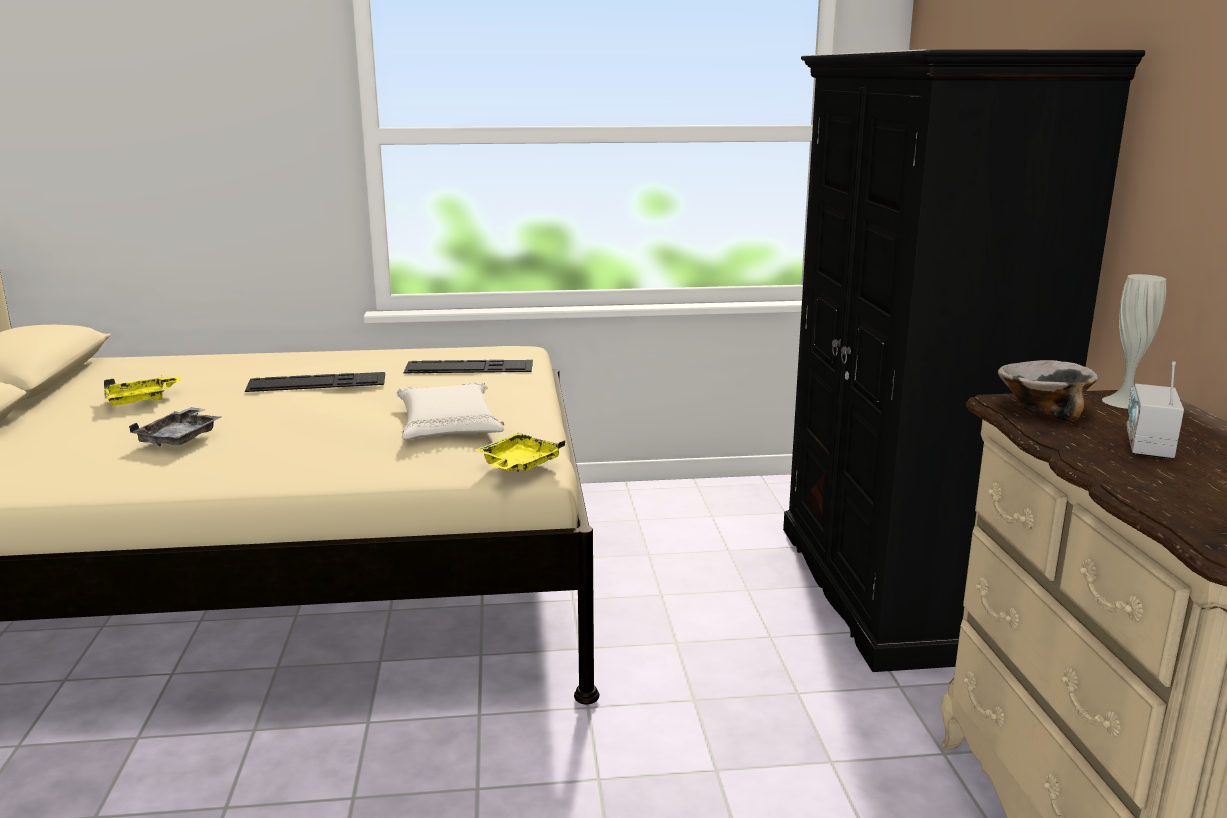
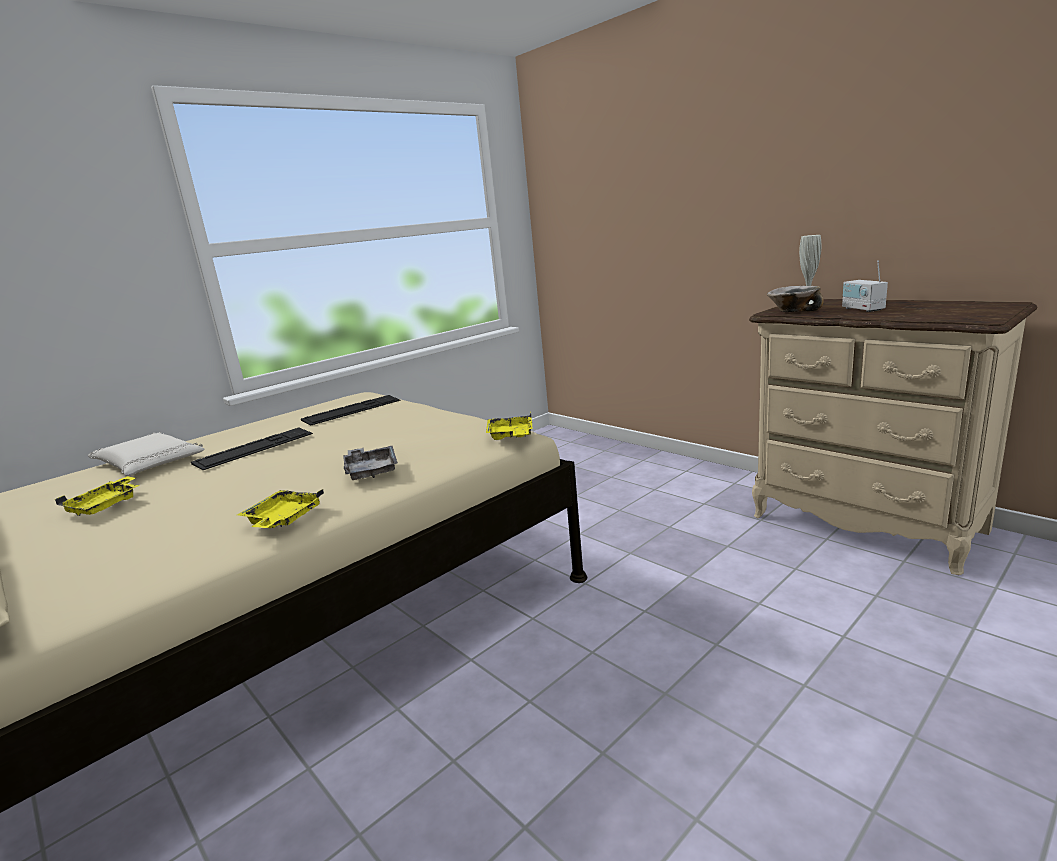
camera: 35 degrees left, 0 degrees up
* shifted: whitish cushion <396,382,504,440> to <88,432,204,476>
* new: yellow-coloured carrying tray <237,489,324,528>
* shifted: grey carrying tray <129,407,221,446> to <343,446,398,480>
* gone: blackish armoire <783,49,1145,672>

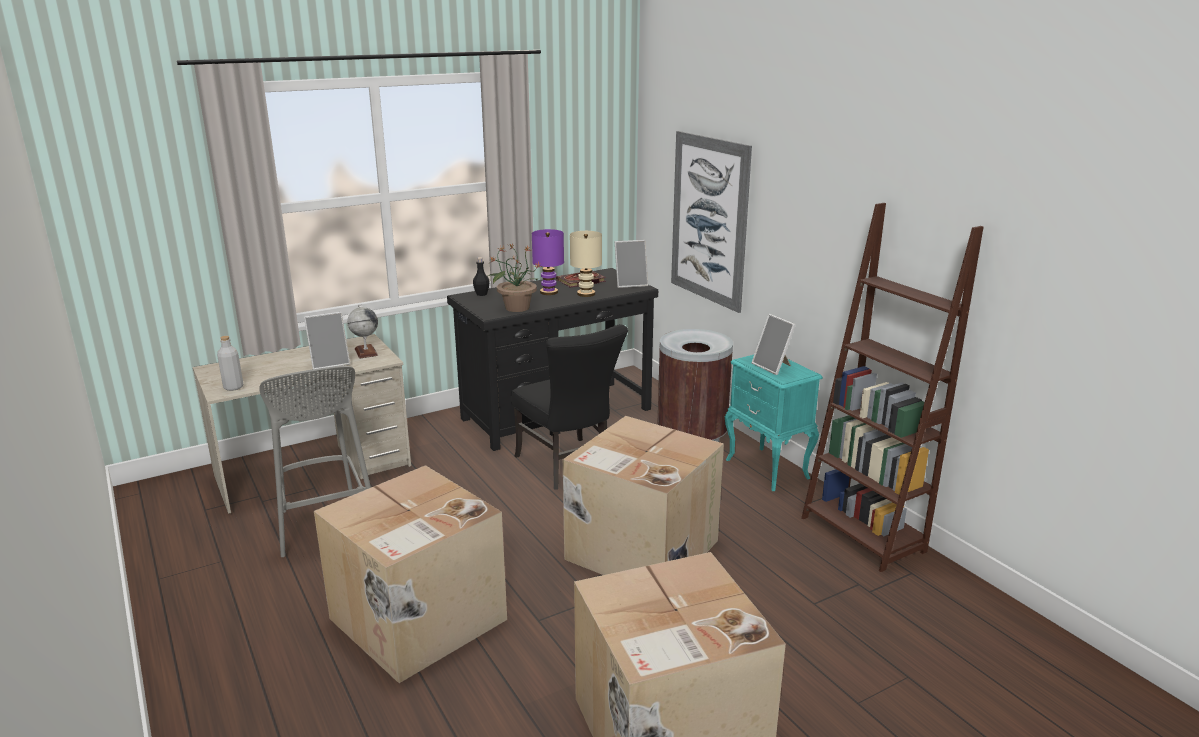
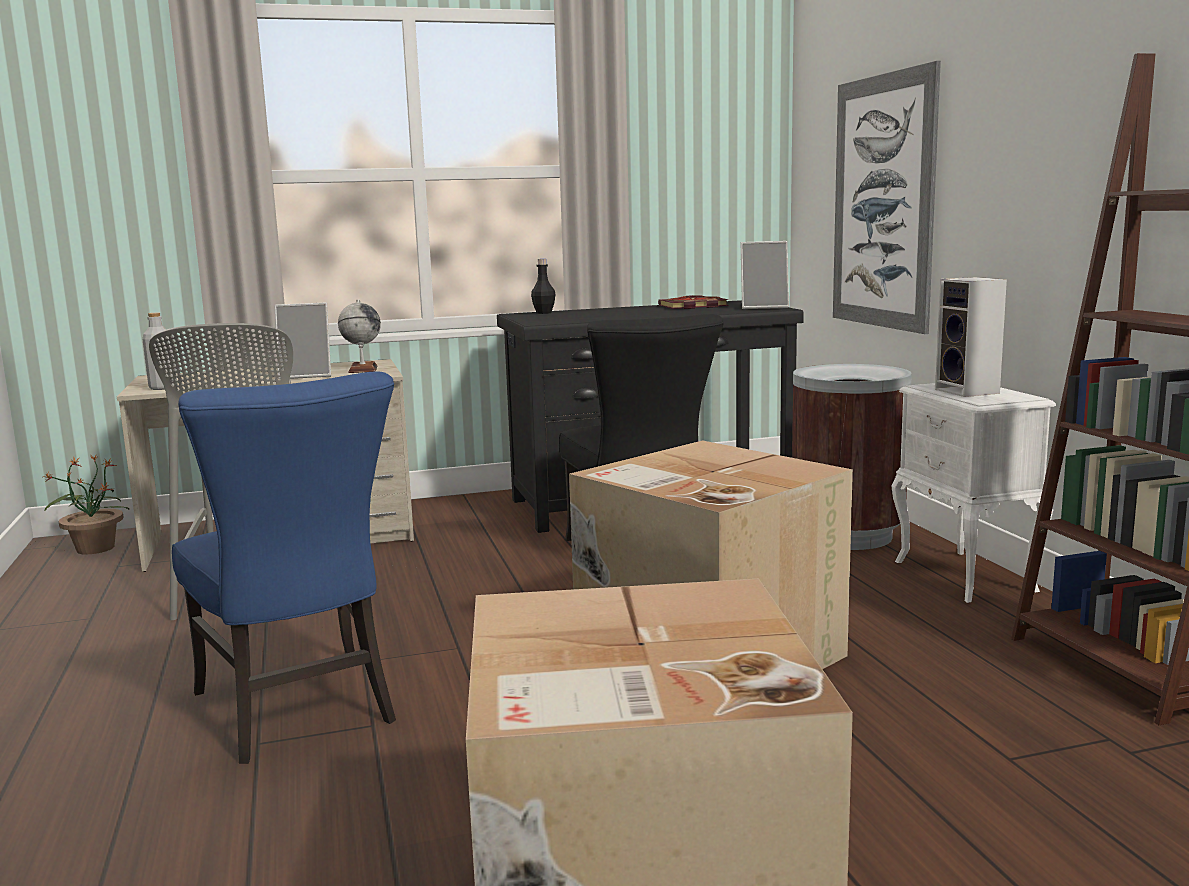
camera: 15 degrees right, 10 degrees down
* shifted: plant in a pot <488,243,542,312> to <44,455,130,554>
* swapped: cardboard box <314,465,507,683> to blue-coloured plain chair <172,372,396,764>
* repainted: turquoise bedside table <725,355,823,492> to whitish bedside table <891,383,1056,603>
* swapped: photo frame <752,314,796,375> to speaker <935,277,1007,397>
* gone: purple lamp for a table <532,229,564,295>
* gone: sand-coloured lamp for a table <570,231,602,297>

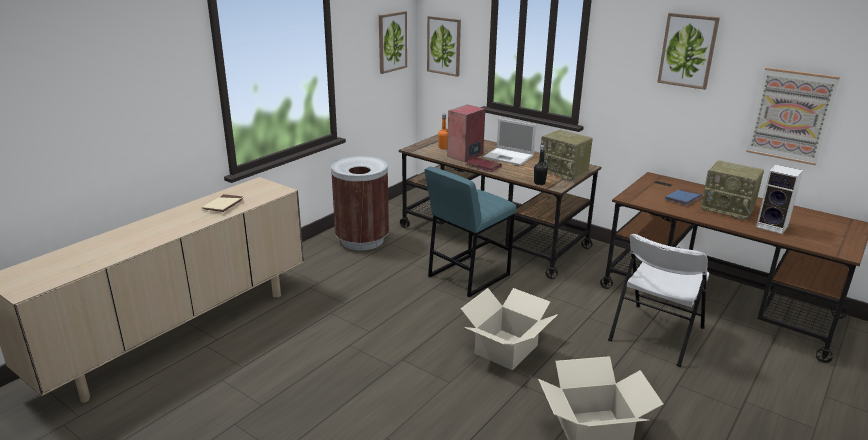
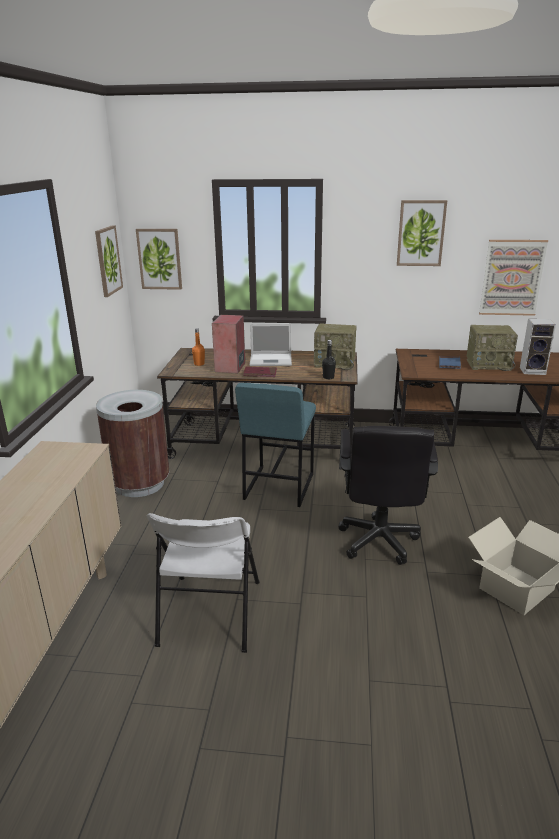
camera: 30 degrees left, 0 degrees up
* shifted: whitish plain chair <608,234,709,367> to <147,513,260,653>
* swapped: cardboard box <461,288,558,370> to blackish office chair <338,426,438,565>
* gone: sand-coloured volume <202,194,245,213>

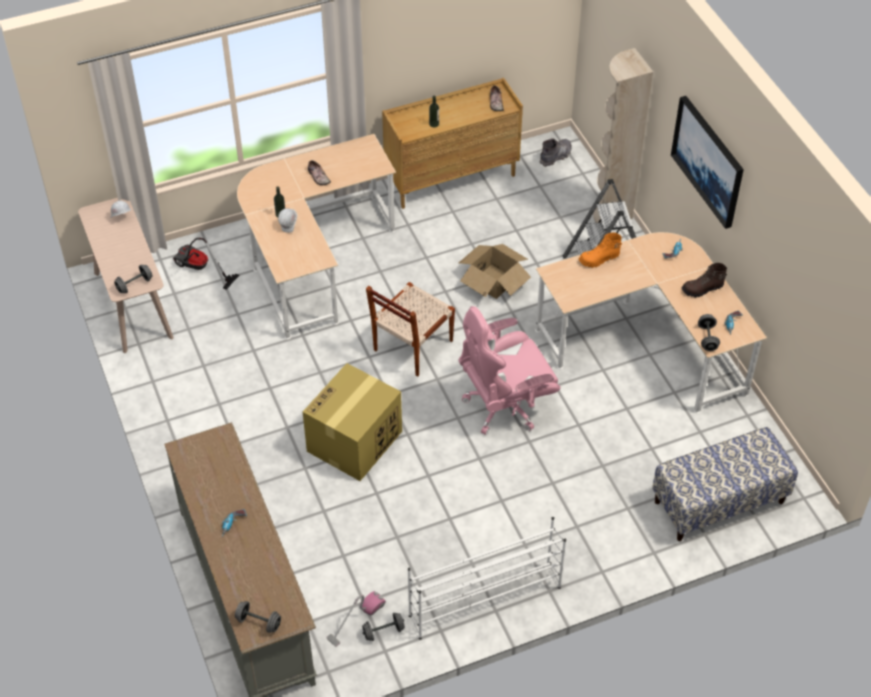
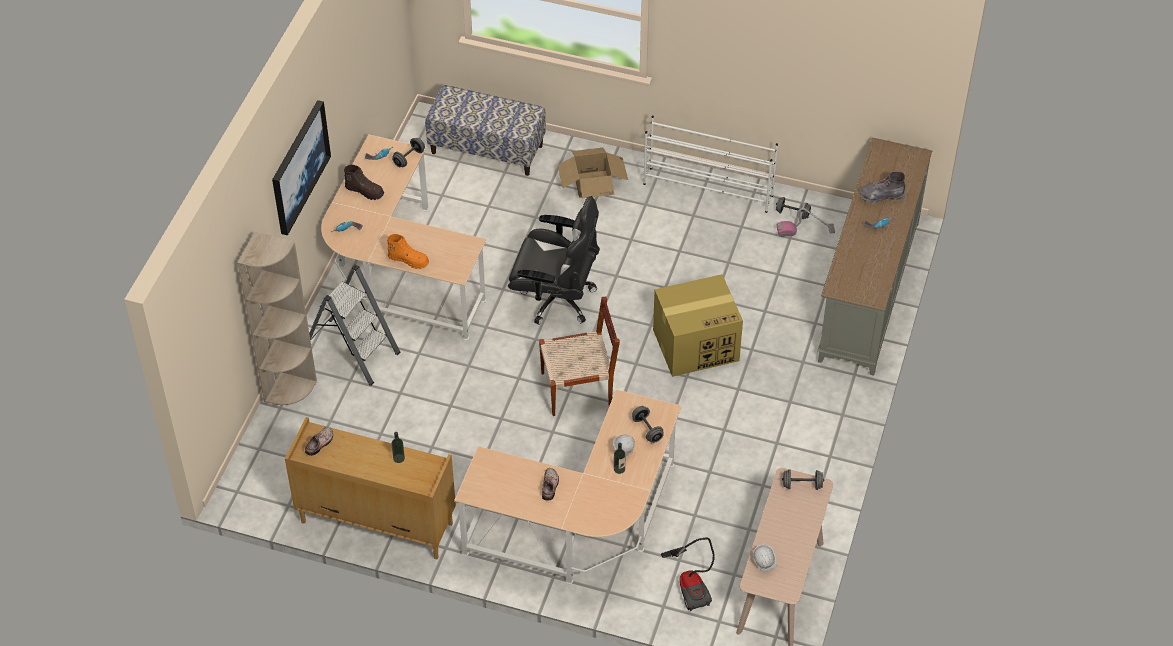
camera: 140 degrees left, 0 degrees up
* repainted: pink office chair <458,306,561,435> to blackish office chair <508,196,600,325>
* shifted: cardboard box <459,244,531,299> to <558,148,628,198>
* shifted: grey dumbbell <235,601,281,633> to <632,406,664,443>
* shifted: grey boot <540,138,572,167> to <859,172,905,204>

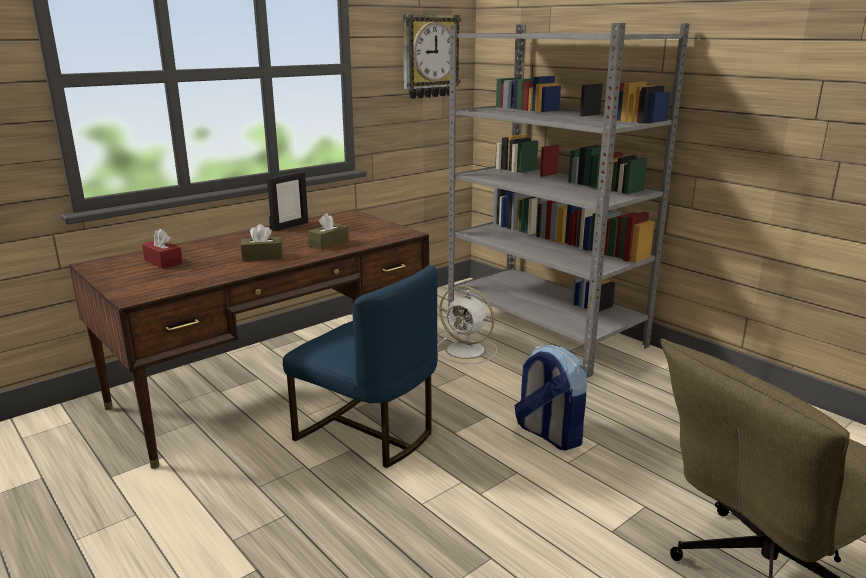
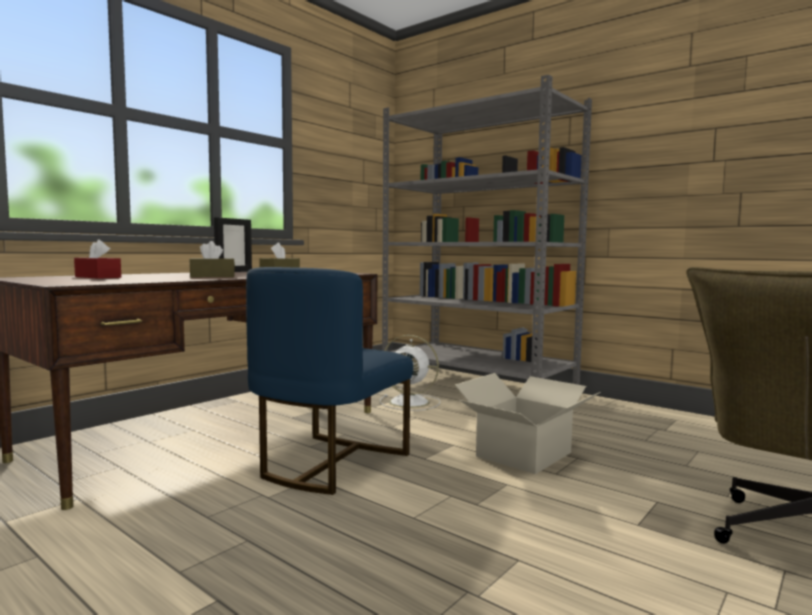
camera: 10 degrees left, 15 degrees down
* rotated: blue-coloured plain chair <283,265,438,468> = <246,267,413,495> 90 degrees clockwise
* swapped: rucksack <515,345,587,451> to cardboard box <455,373,601,474>
* gone: hanging clock <403,14,462,99>

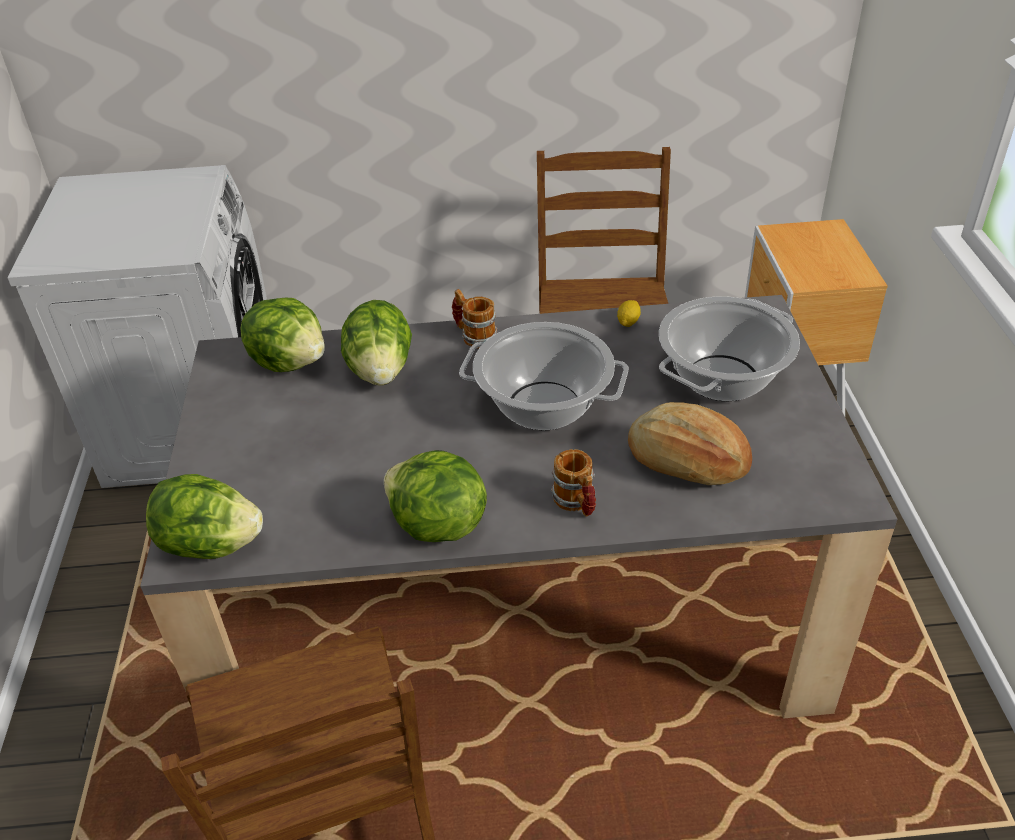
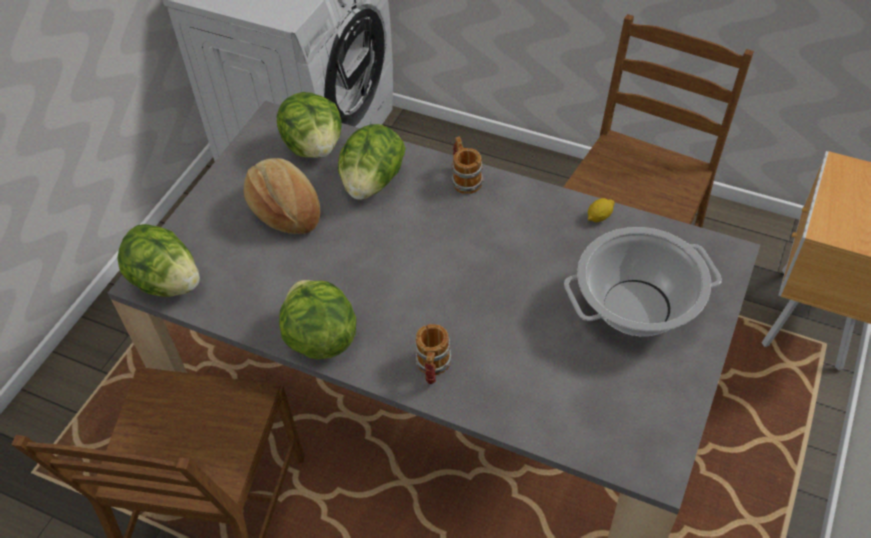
camera: 30 degrees right, 10 degrees up
* shifted: bread <628,402,752,485> to <243,158,320,234>
* gone: stockpot <459,322,628,430>

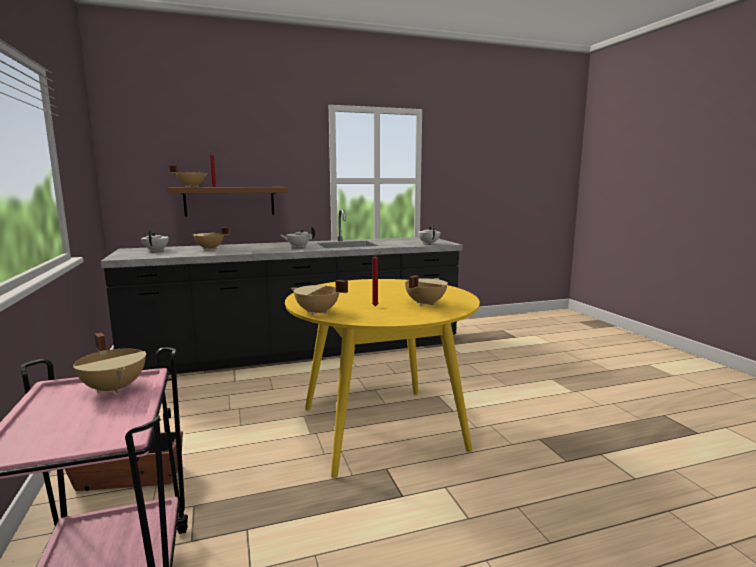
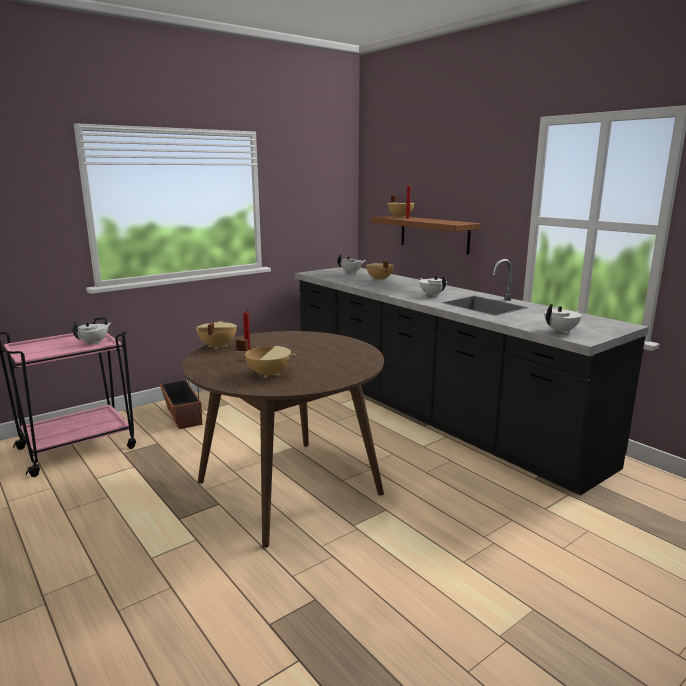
camera: 70 degrees right, 5 degrees up
* swapped: sand-coloured stockpot <73,332,146,394> to whitish tea pot <73,321,111,345>
* repainted: yellow-coloured dinner table <285,279,480,478> to brown-coloured dinner table <182,331,384,548>

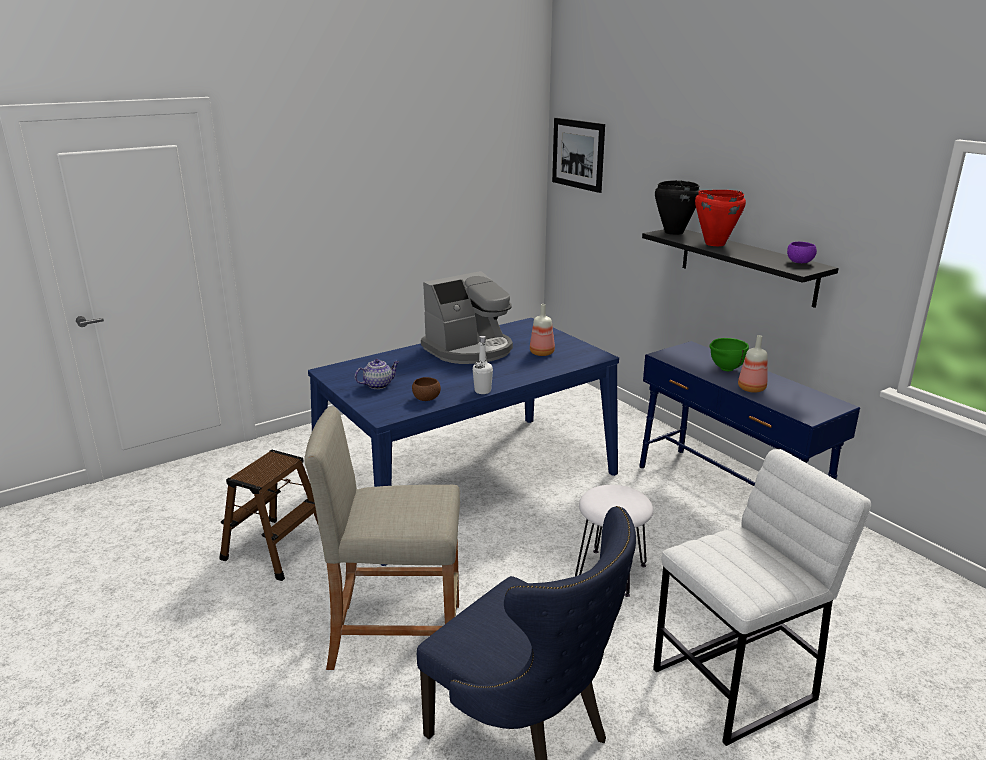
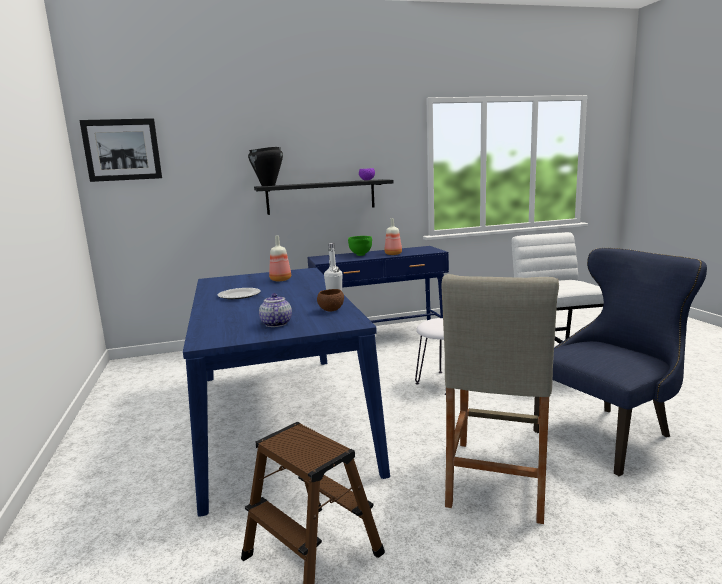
camera: 70 degrees left, 10 degrees down
* swapped: coffee maker <421,271,513,364> to flat dish <218,288,261,299>
* gone: red stockpot <695,190,746,246>

